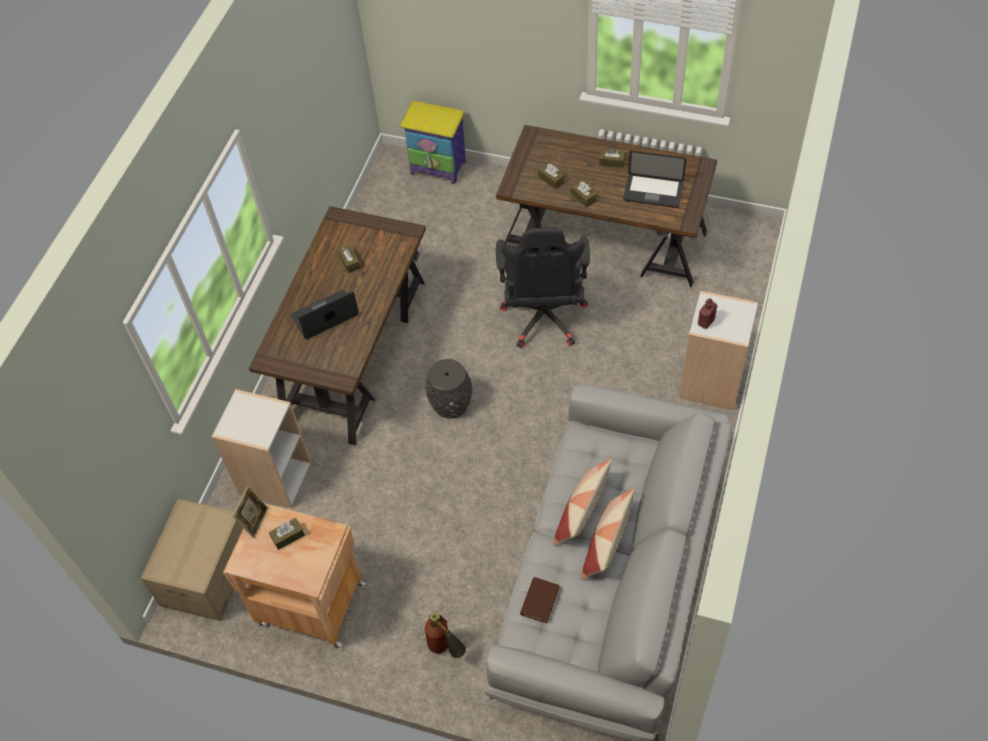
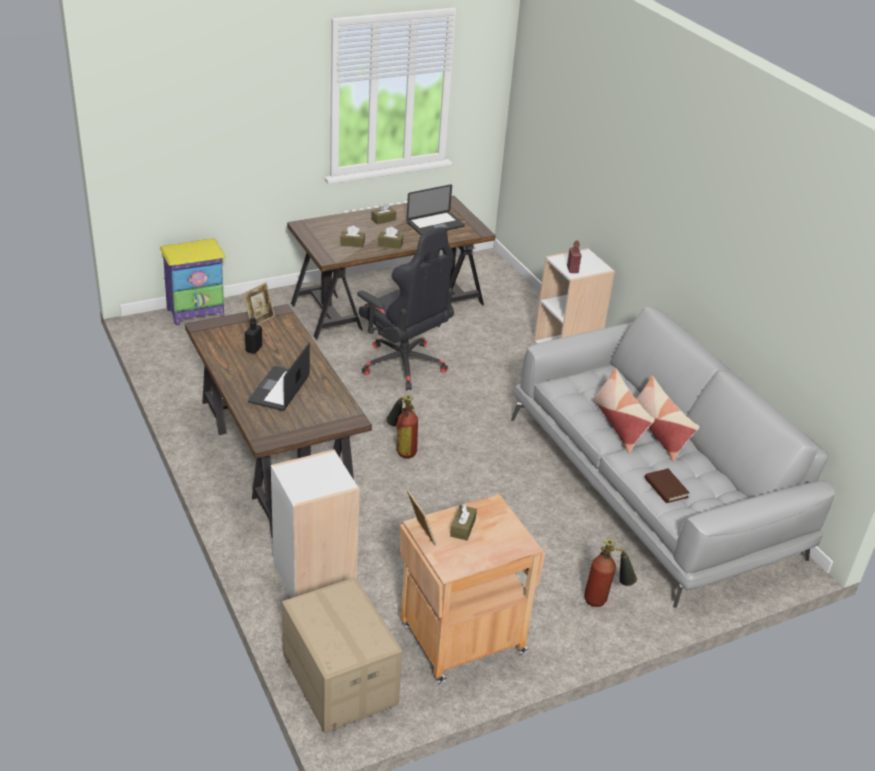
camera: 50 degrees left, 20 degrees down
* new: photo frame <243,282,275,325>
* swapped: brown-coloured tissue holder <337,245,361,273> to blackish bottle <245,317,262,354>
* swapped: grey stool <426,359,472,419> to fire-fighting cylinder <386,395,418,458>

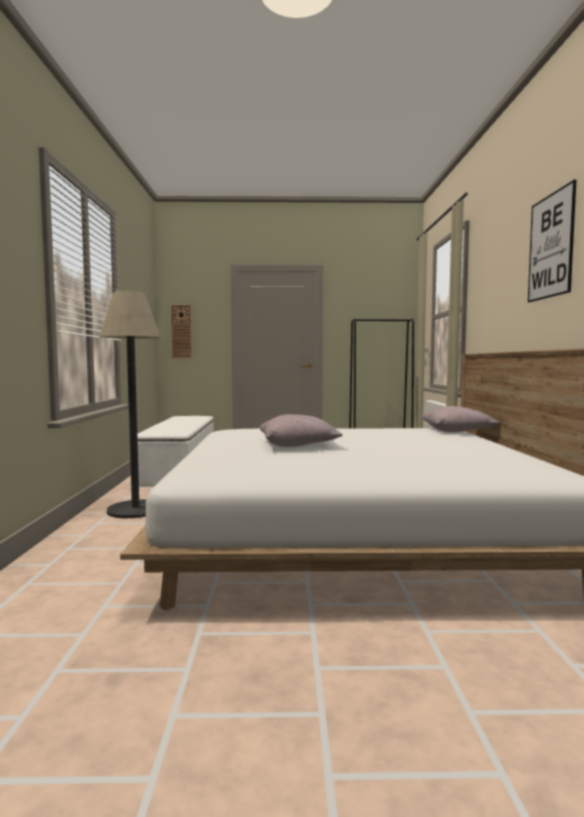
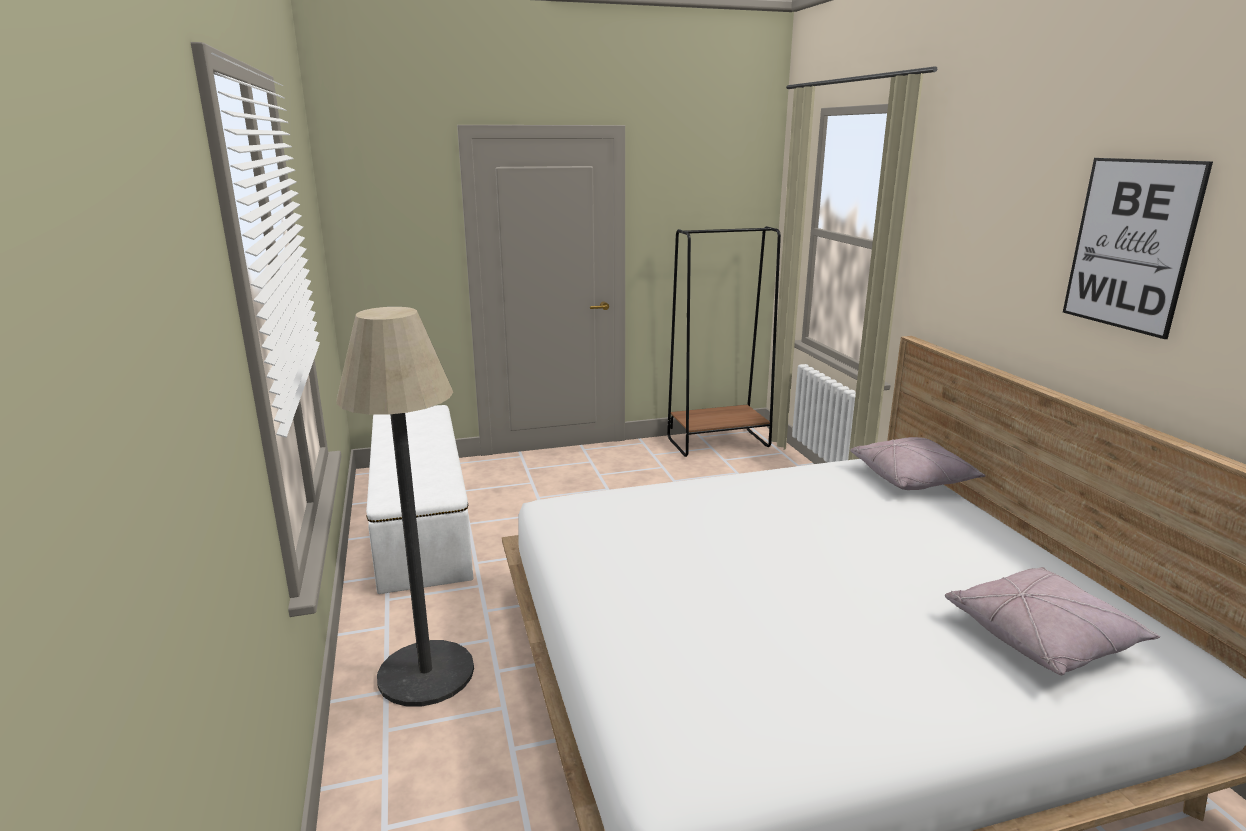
camera: 15 degrees left, 15 degrees up
* shifted: purple cushion <259,414,343,447> to <945,567,1160,675>
* gone: hanging clock <171,305,192,359>

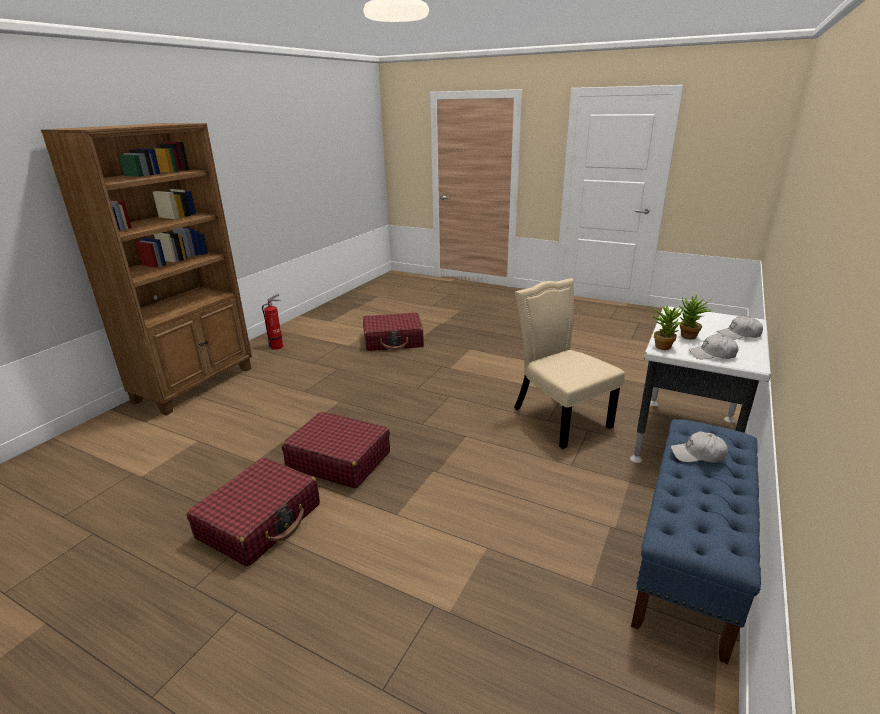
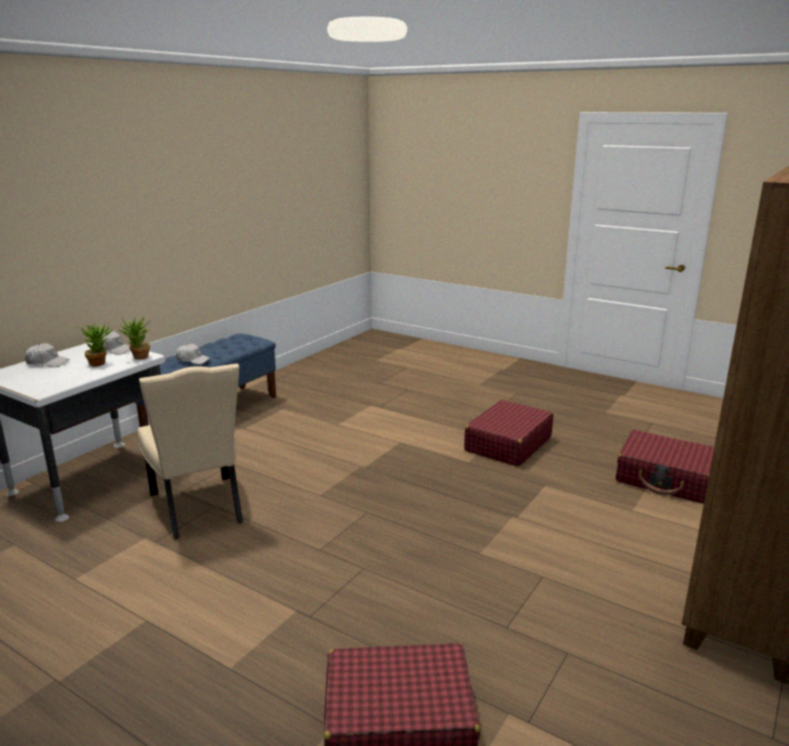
camera: 175 degrees left, 5 degrees down
* shifted: red suitcase <282,412,390,488> to <616,430,714,504>
* gone: fire-fighting cylinder <262,294,283,350>

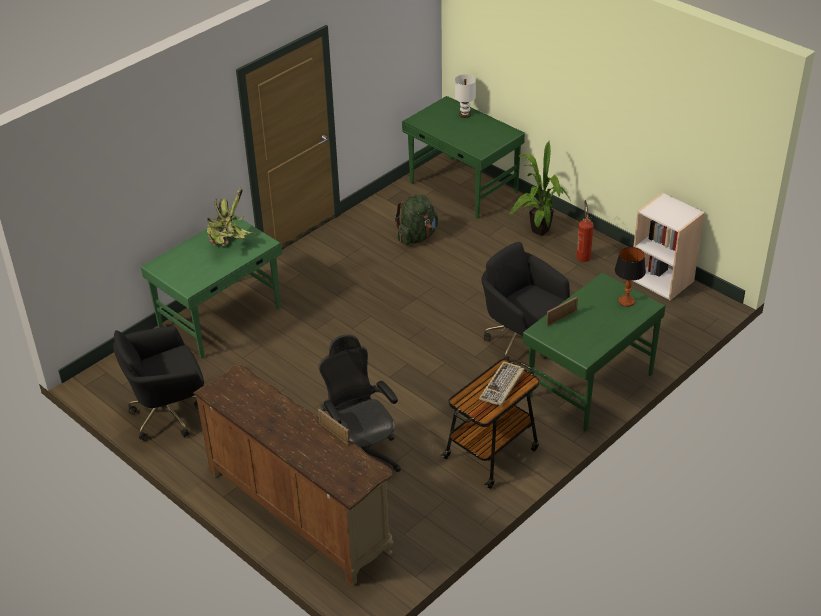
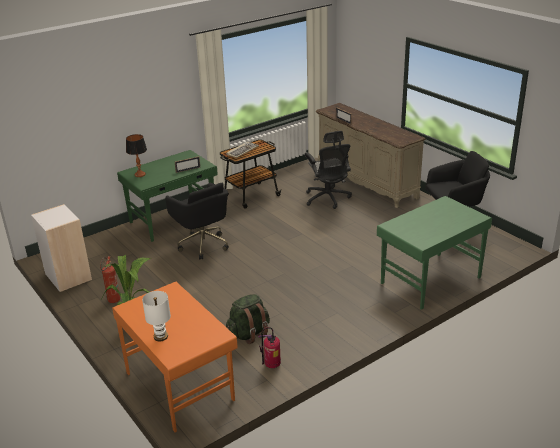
camera: 170 degrees left, 10 degrees down
* repainted: green desk unit <402,96,525,219> to orange desk unit <112,282,238,432>
* new: fire-fighting cylinder <258,327,281,368>
* gone: plant in a pot <207,188,256,246>

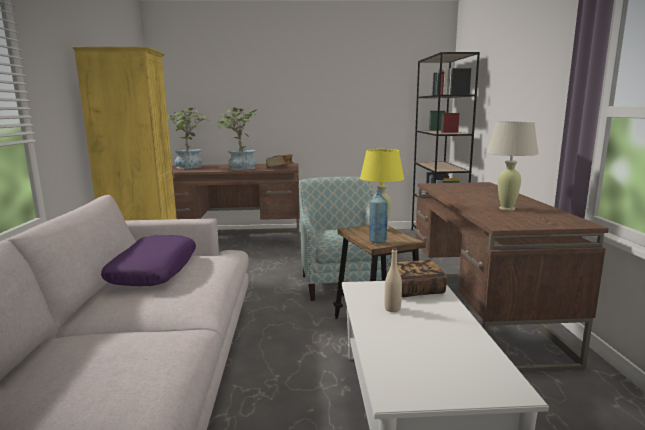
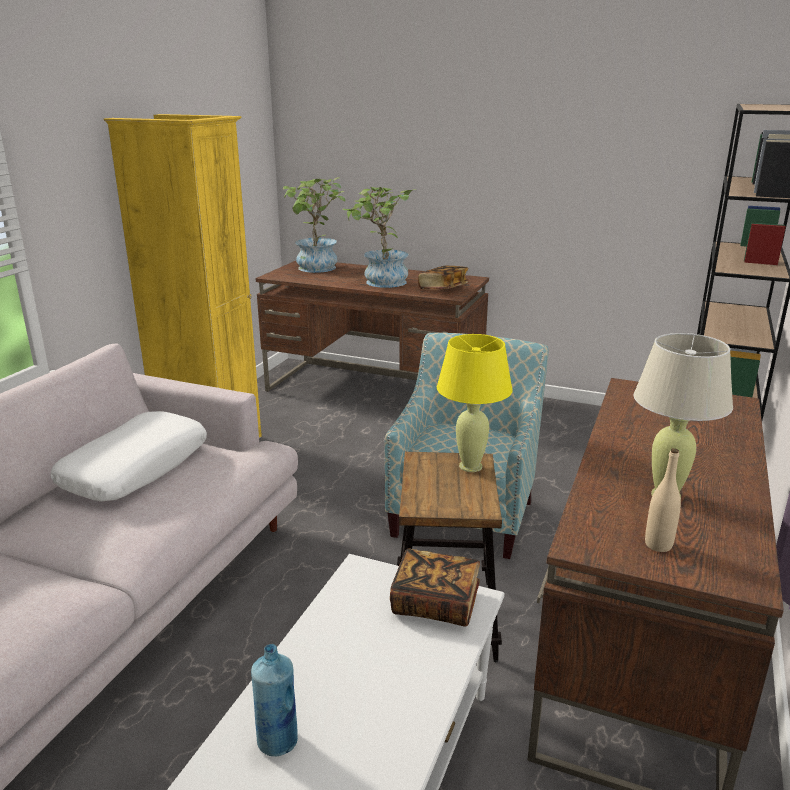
camera: 25 degrees right, 10 degrees up
* repainted: purple cushion <101,235,196,286> to whitish cushion <50,411,207,501>
* shifted: blue-coloured bottle <369,190,388,243> to <251,644,298,756>
* shifted: sand-coloured bottle <385,248,402,312> to <645,448,681,552>

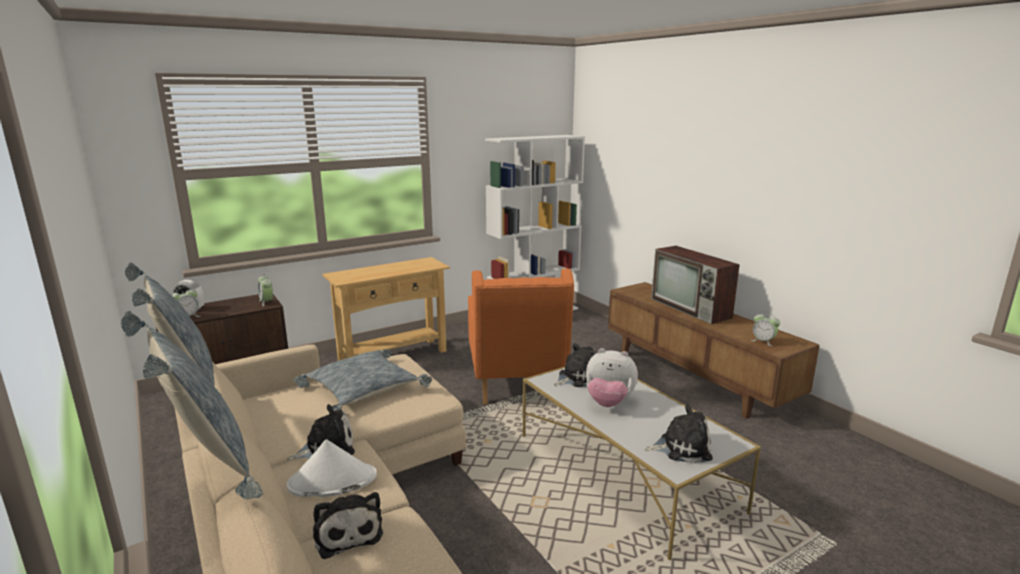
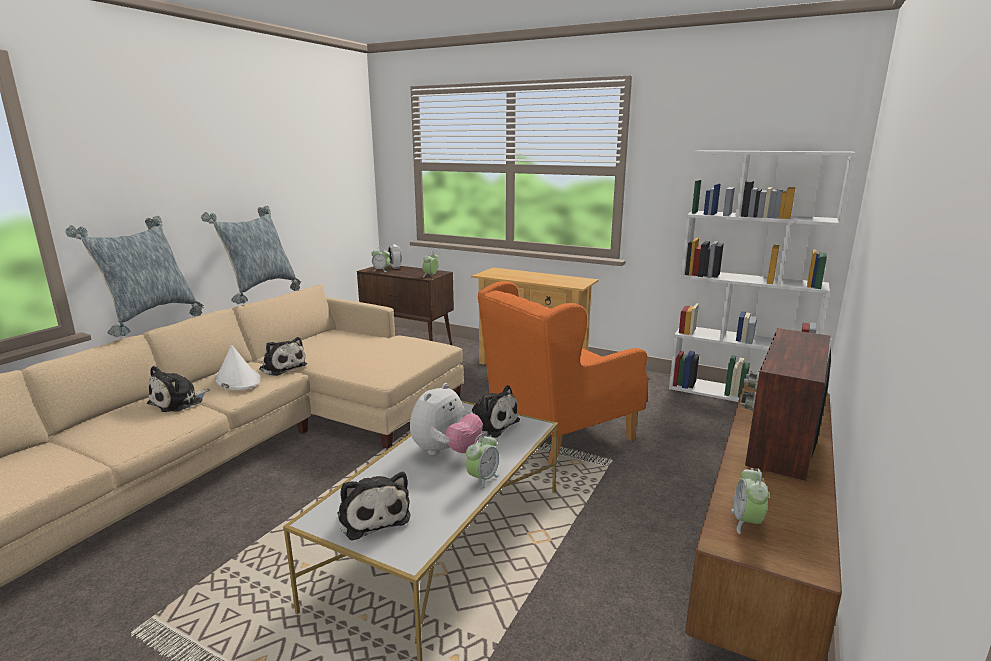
camera: 60 degrees right, 0 degrees up
* rotated: plush toy <586,348,638,407> = <410,383,483,455> 135 degrees counterclockwise
* new: bedside clock <466,434,500,490>
* gone: cushion <293,349,432,414>

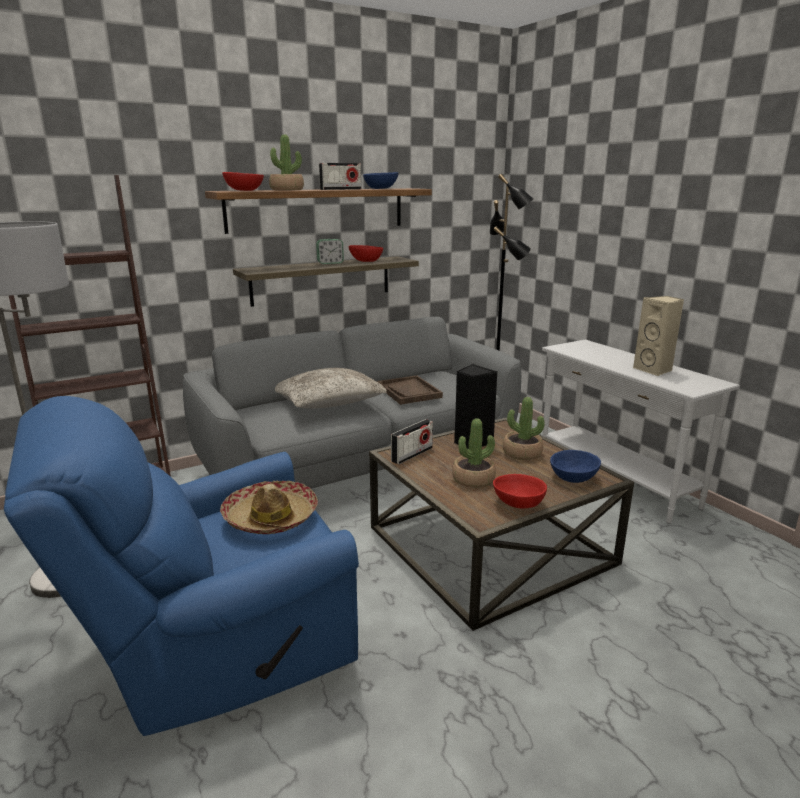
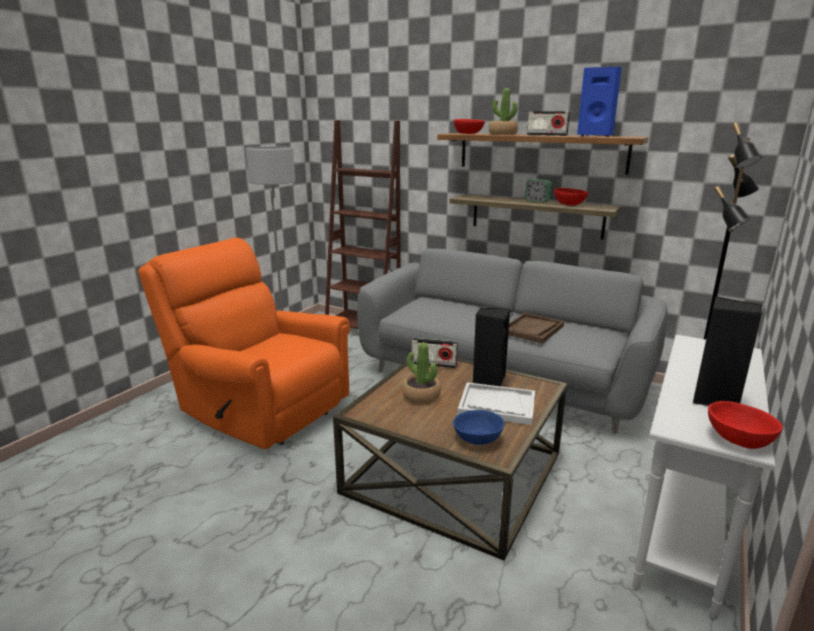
camera: 60 degrees right, 0 degrees up
* repainted: blue-coloured armchair <4,396,359,736> to orange armchair <138,238,350,450>
* swapped: plant in a pot <503,397,545,460> to whitish carrying tray <458,382,535,425>
* swapped: blue-coloured bowl <363,172,398,189> to blue-coloured speaker <577,67,622,137>
* repainted: sand-coloured speaker <633,296,684,376> to blackish speaker <693,297,762,406>
* shifted: red bowl <493,474,547,509> to <708,401,783,449>
* gone: clothing hat <220,481,318,534>
* gone: sand-coloured cushion <275,368,387,408>

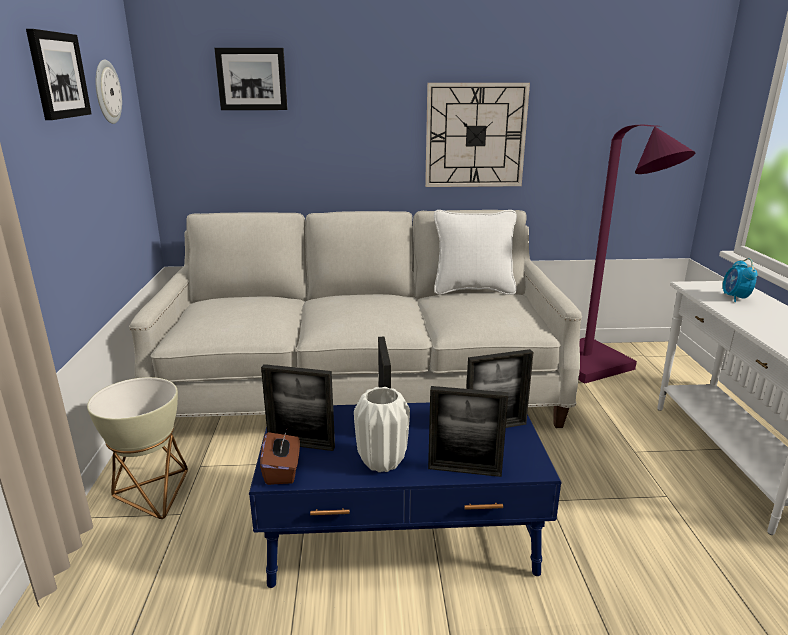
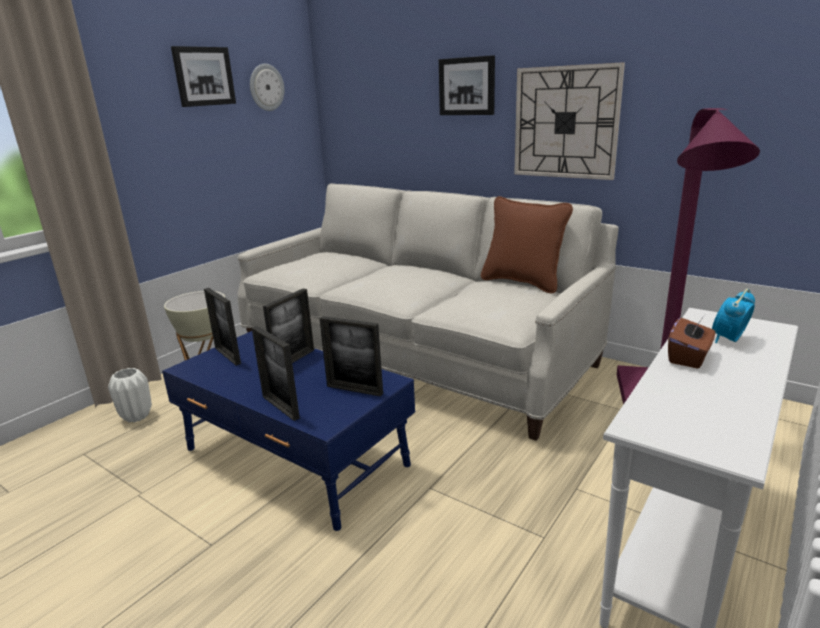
camera: 40 degrees right, 0 degrees up
* shifted: whitish vase <354,387,410,472> to <108,368,152,422>
* shifted: wall art <214,48,288,110> to <439,55,495,115>
* repainted: whitish cushion <434,210,517,295> to brown-coloured cushion <481,196,573,294>
* shifted: brown-coloured tissue holder <260,432,300,485> to <668,315,715,369>

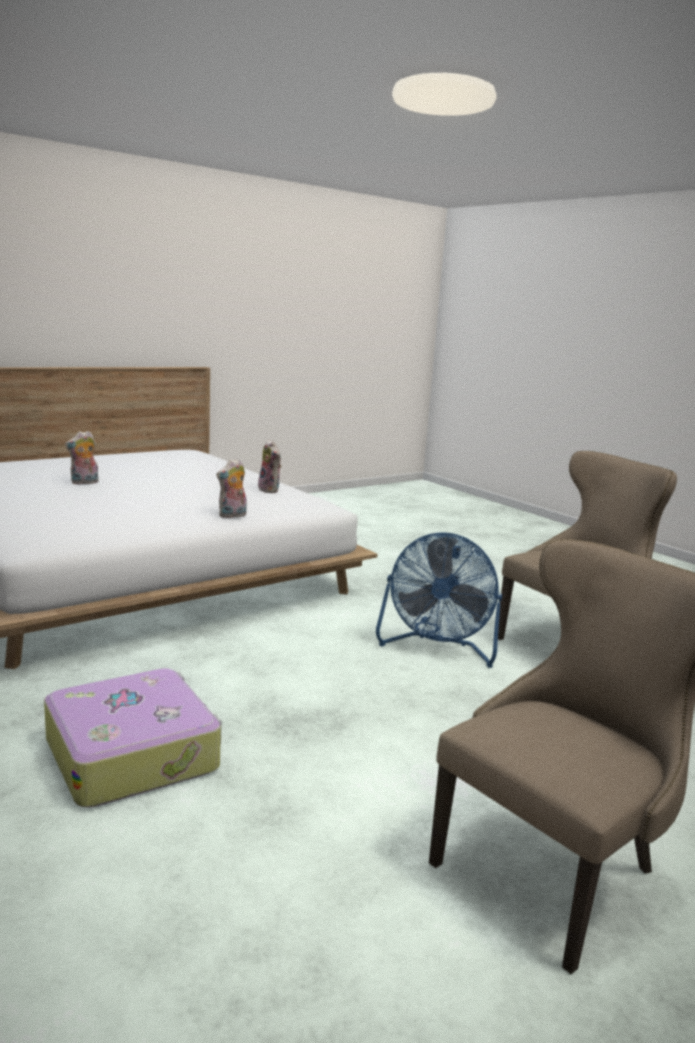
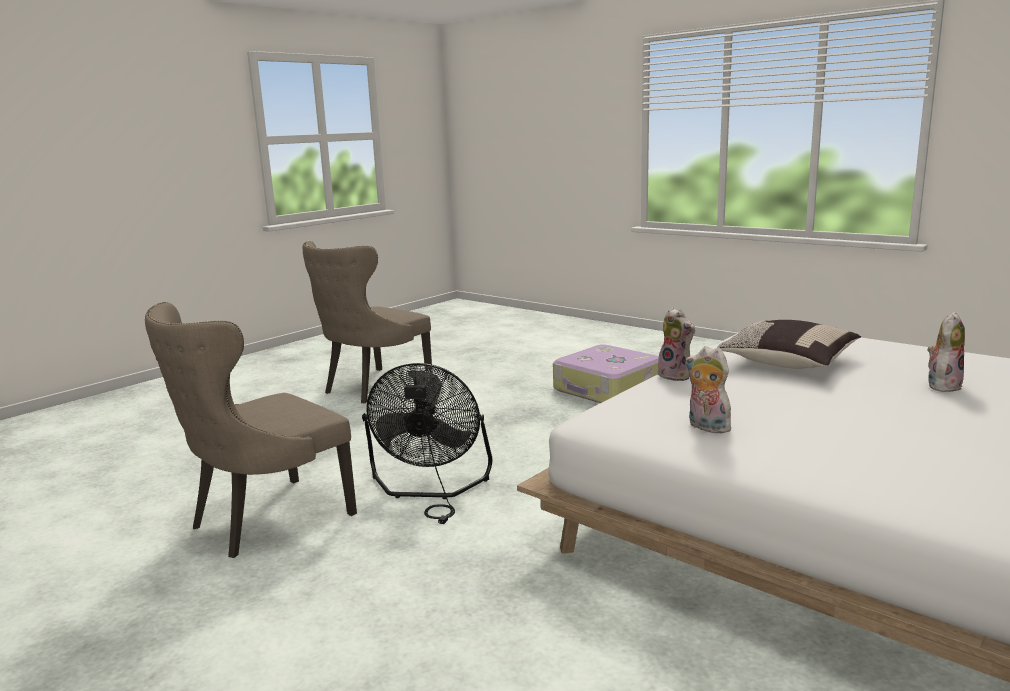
camera: 170 degrees right, 0 degrees up
* repainted: blue-coloured electric fan <376,533,502,668> to blackish electric fan <362,363,492,524>
* rotated: plush toy <216,459,247,518> = <658,307,695,381> 105 degrees clockwise
* new: cushion <717,319,861,369>

